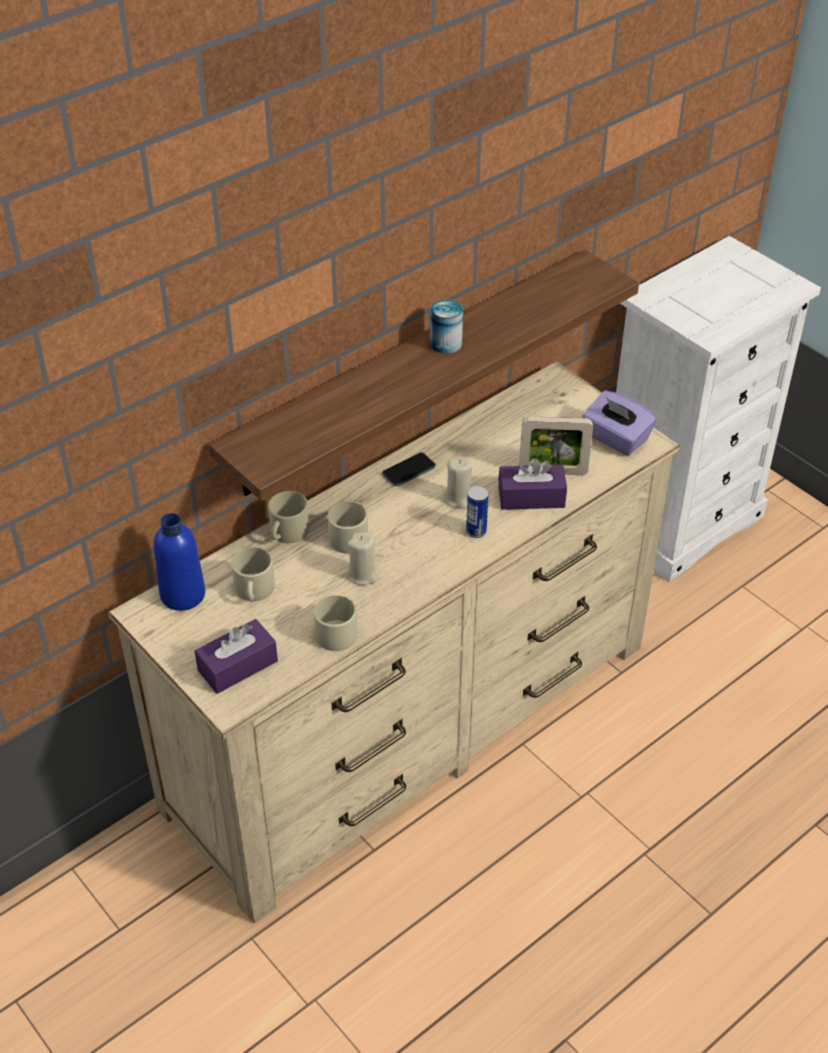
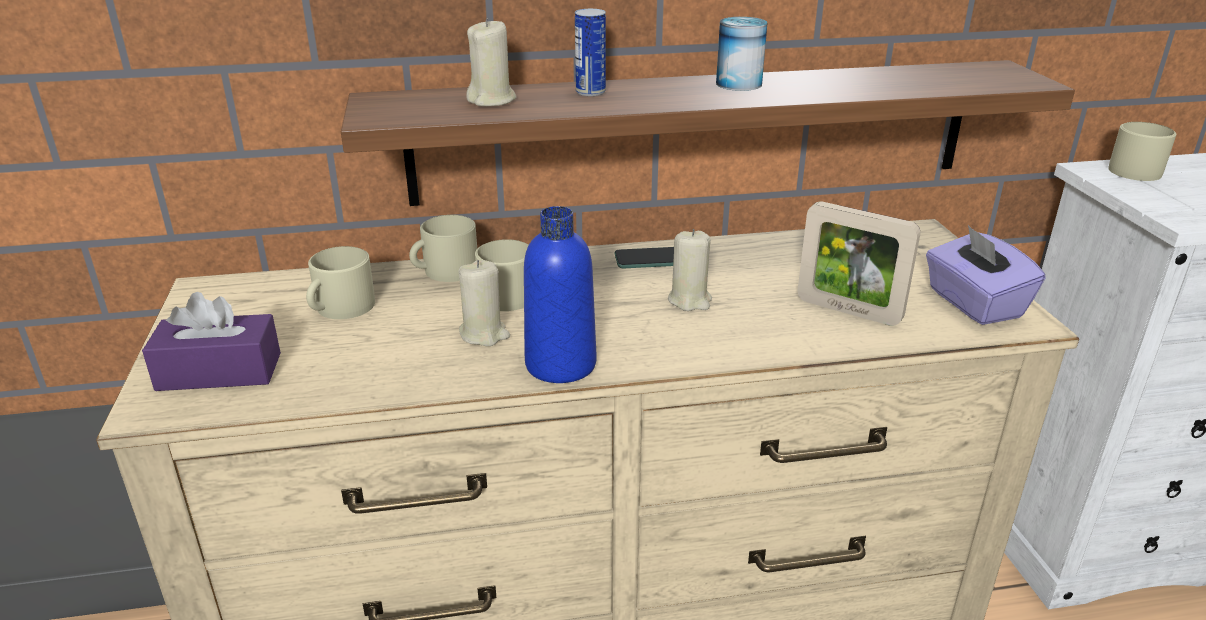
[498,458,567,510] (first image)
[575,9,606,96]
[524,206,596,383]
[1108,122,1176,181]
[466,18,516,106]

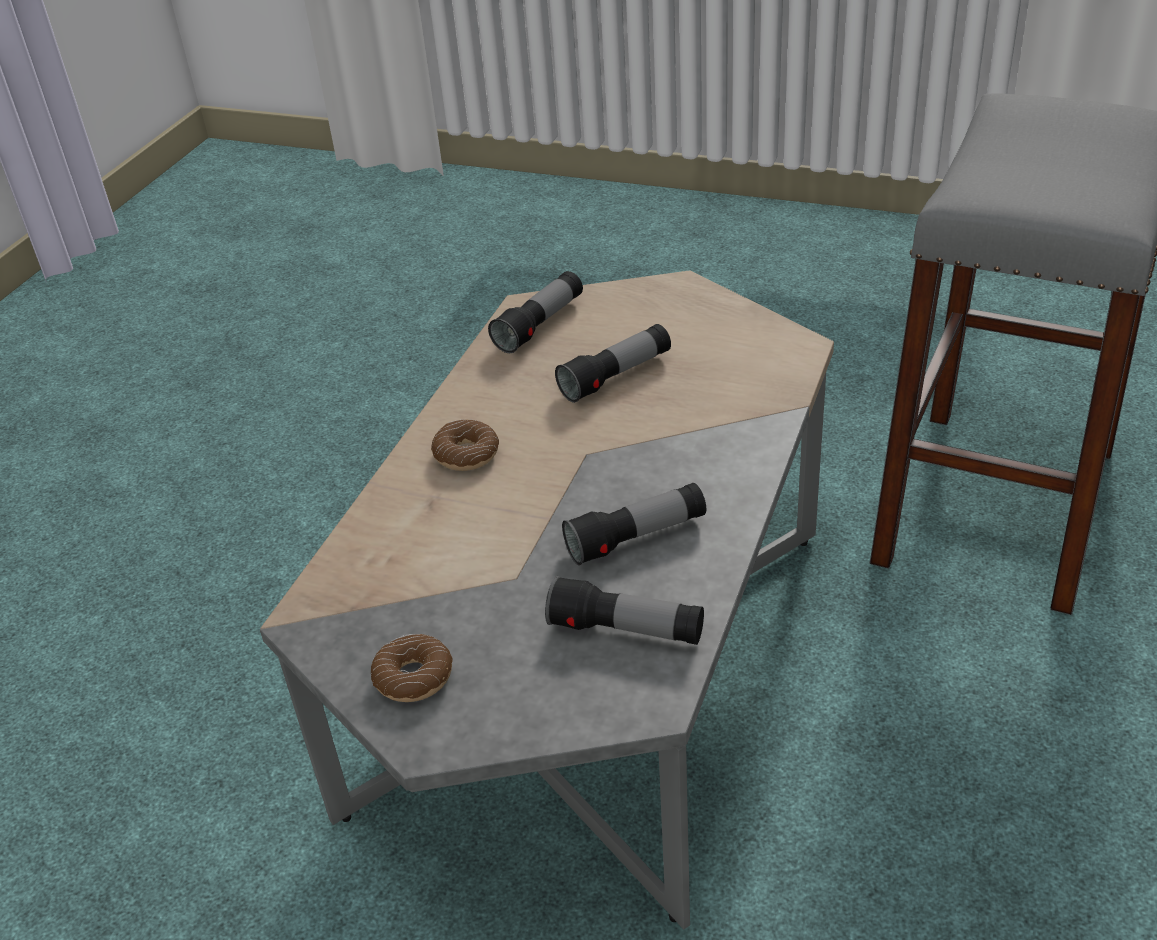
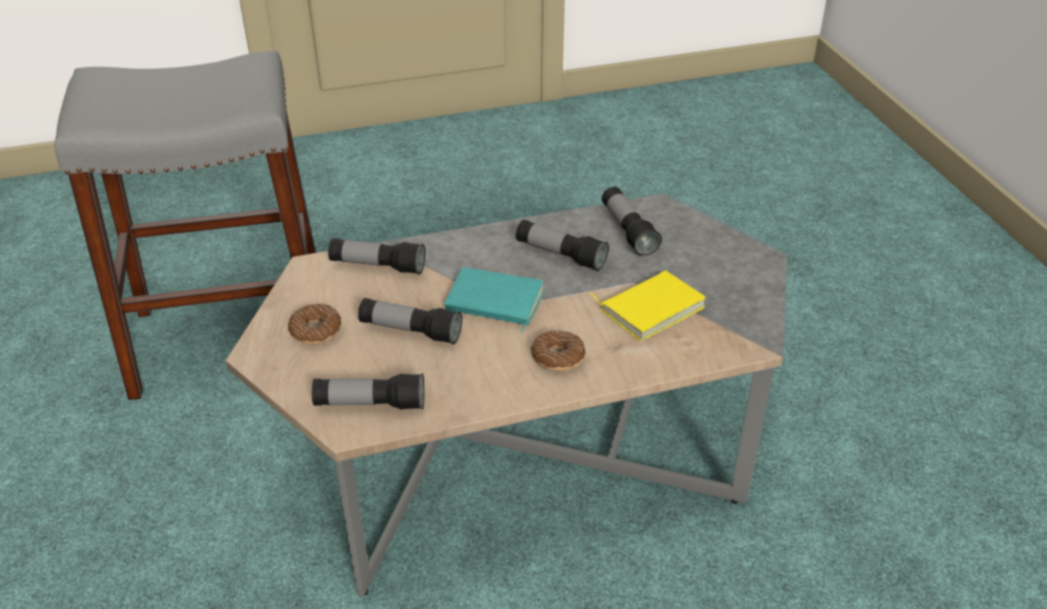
[288,304,341,345]
[328,238,425,275]
[445,267,545,332]
[589,271,706,341]

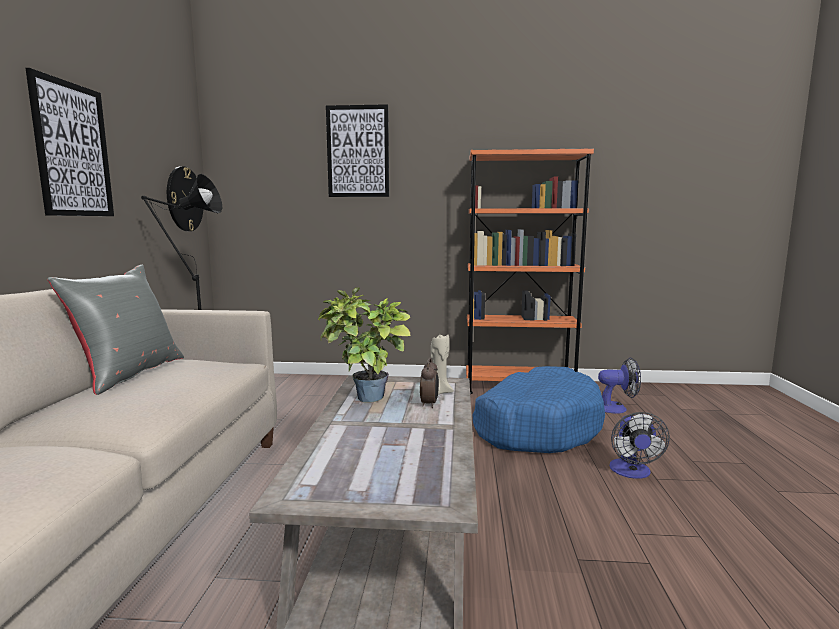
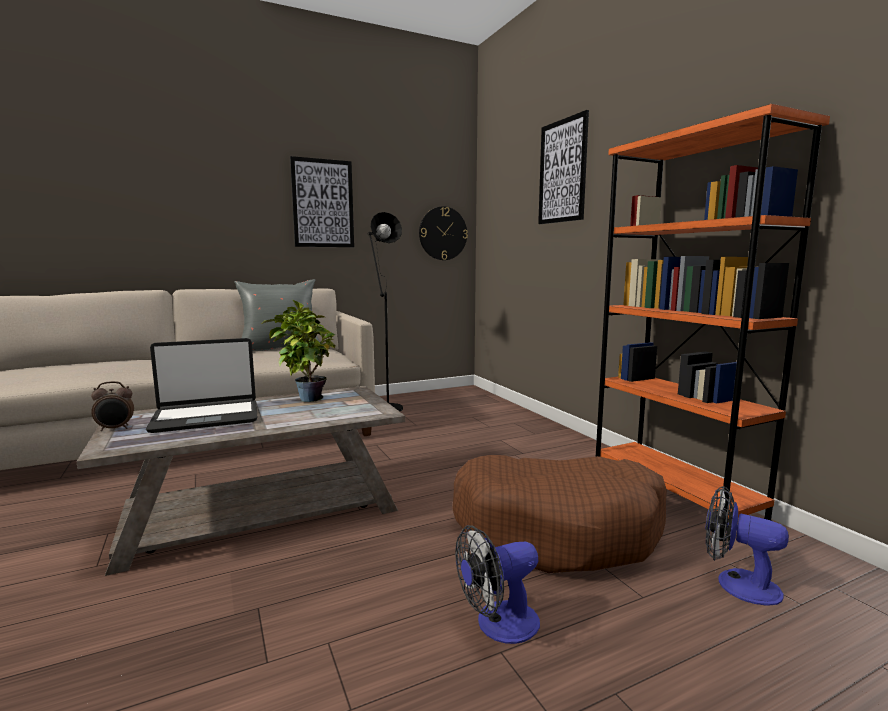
[431,335,454,395] (first image)
[705,486,789,606]
[91,381,134,431]
[453,455,667,573]
[146,338,257,433]

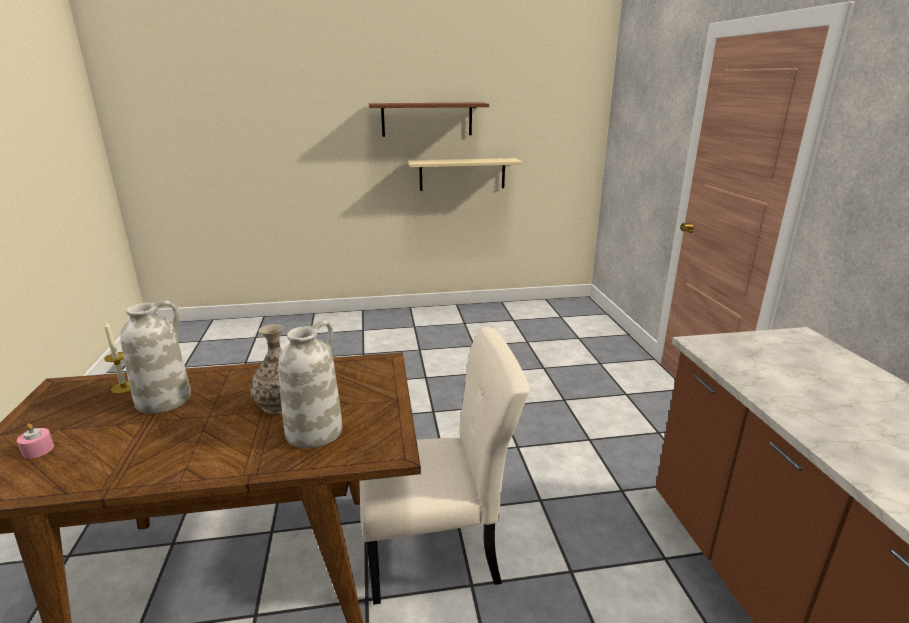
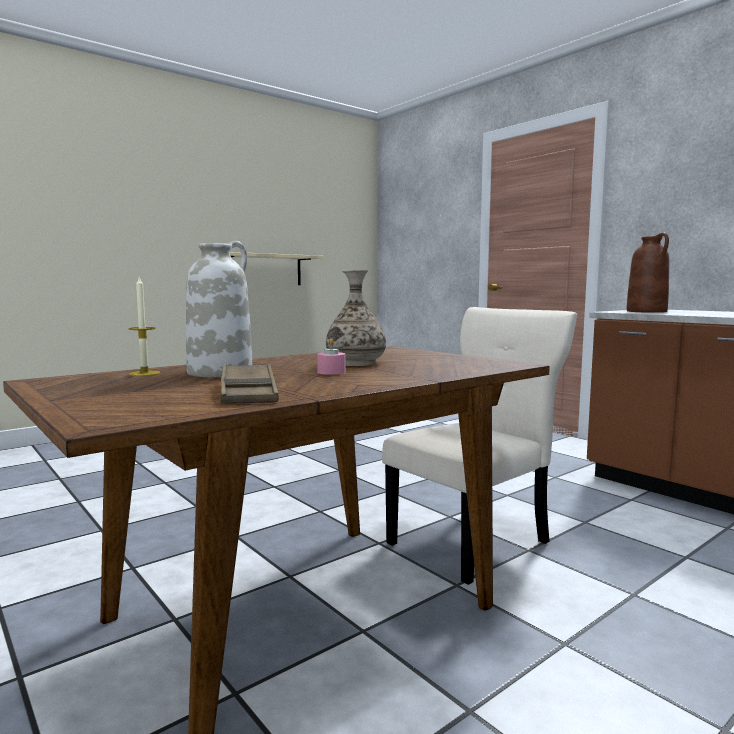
[369,102,489,137] (first image)
[278,320,342,449] (first image)
[317,338,346,375]
[626,232,669,313]
[220,364,279,404]

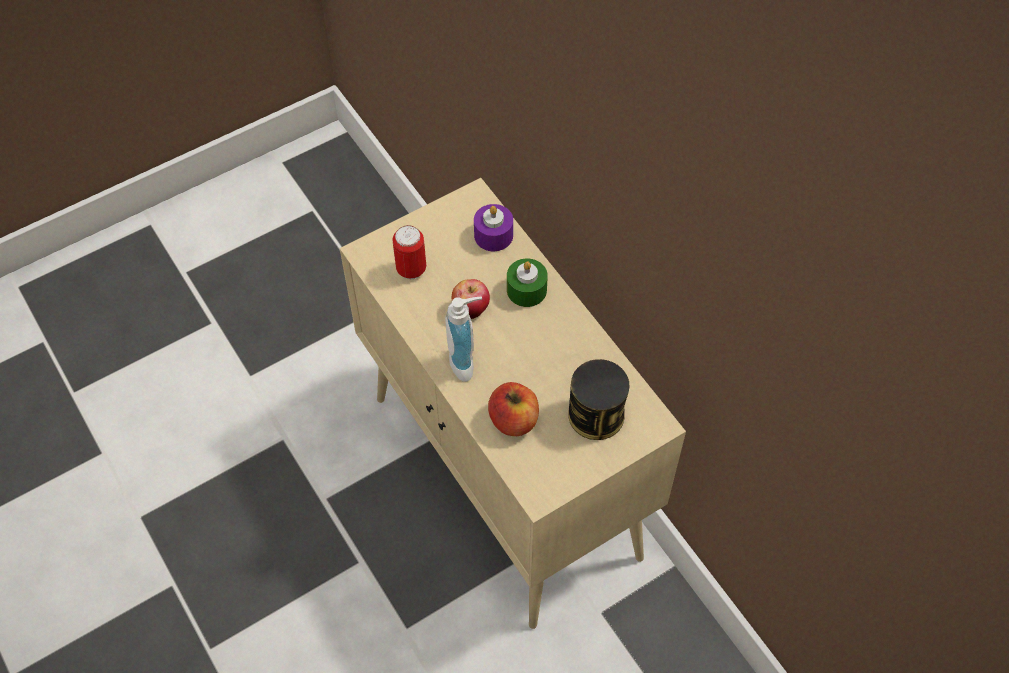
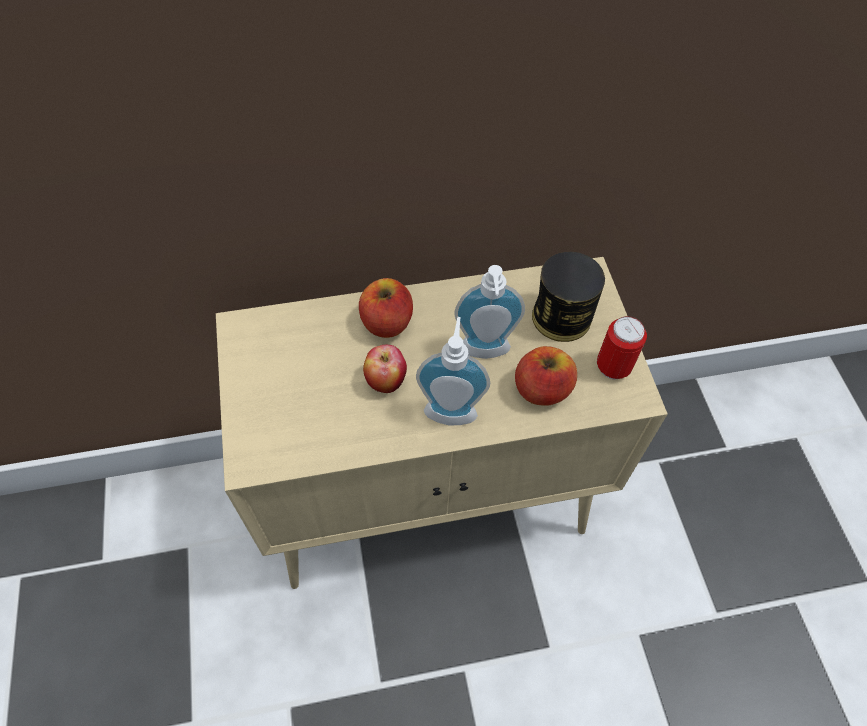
[474,204,513,251] (first image)
[597,316,647,379]
[359,278,413,338]
[454,265,525,359]

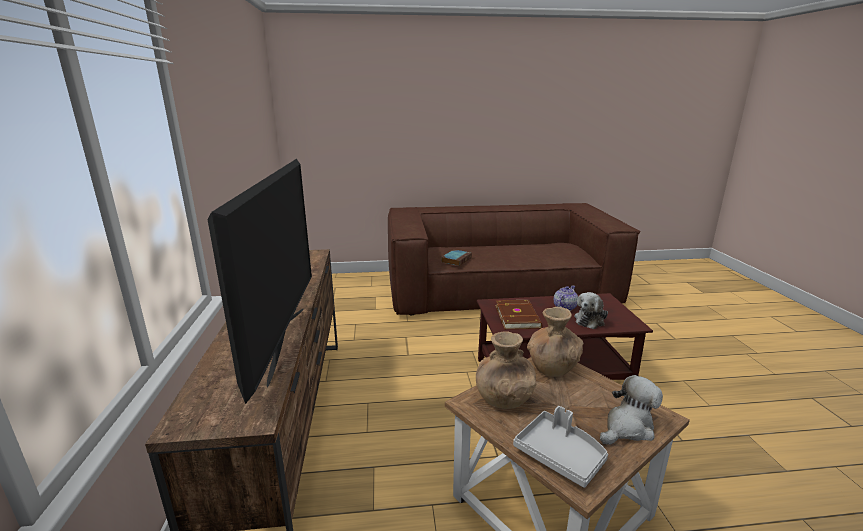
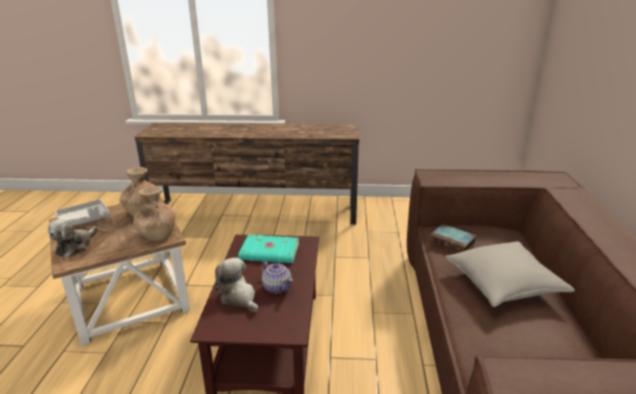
[207,159,312,404] (first image)
[238,235,299,263]
[48,219,98,257]
[446,241,575,307]

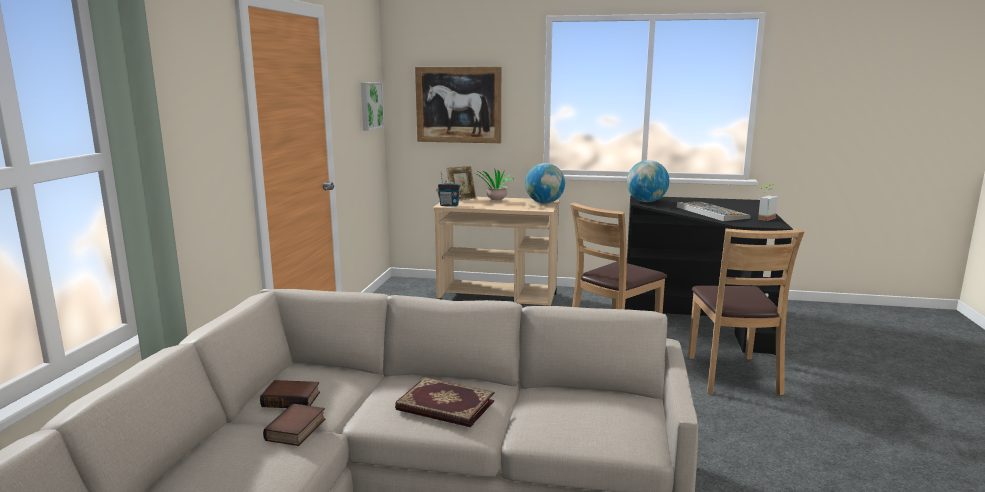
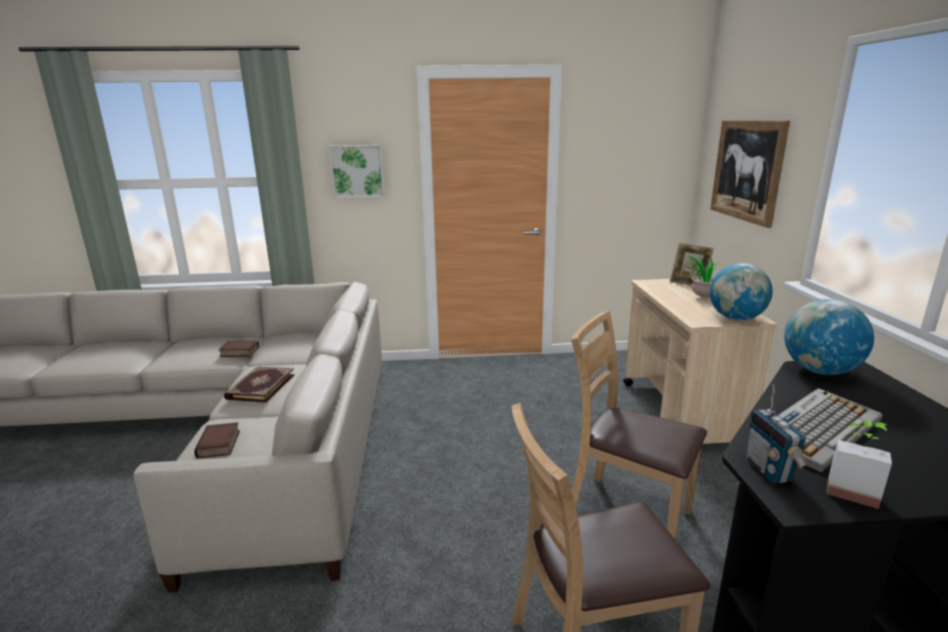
[329,145,385,198]
[746,384,807,483]
[194,422,240,459]

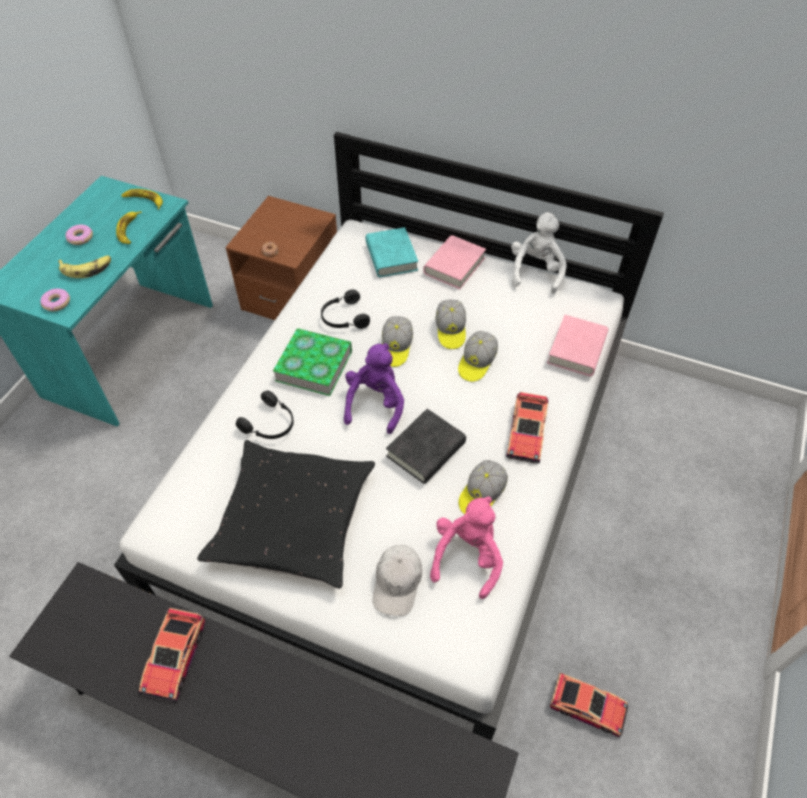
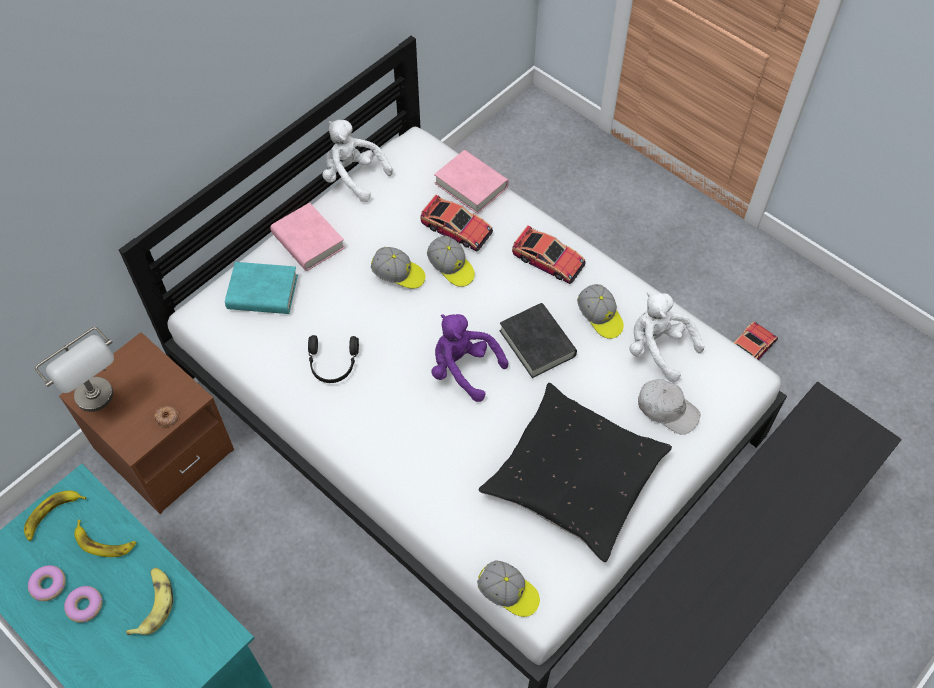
[28,565,66,601]
[477,560,540,617]
[273,328,352,396] (first image)
[235,390,294,439] (first image)
[629,292,704,382]
[420,194,493,252]
[35,327,114,412]

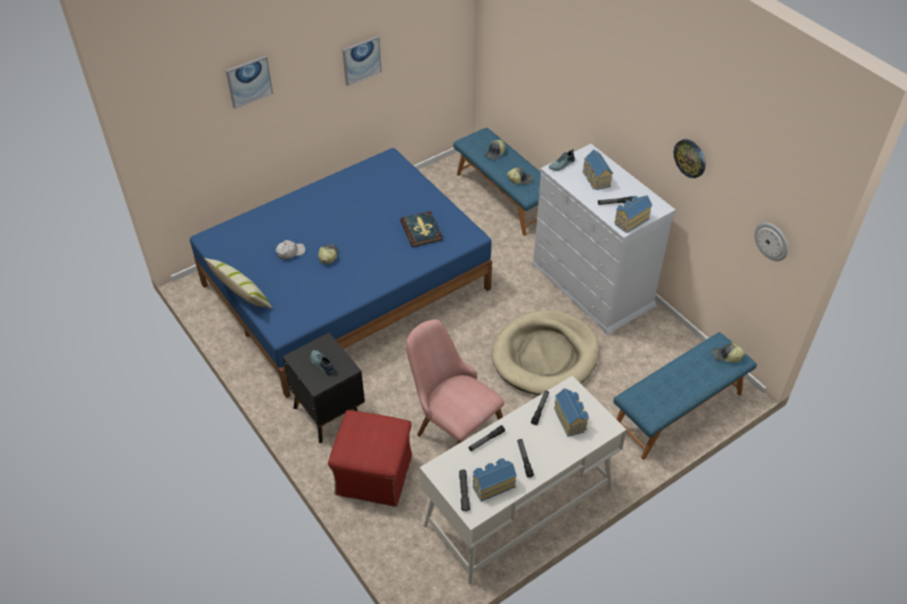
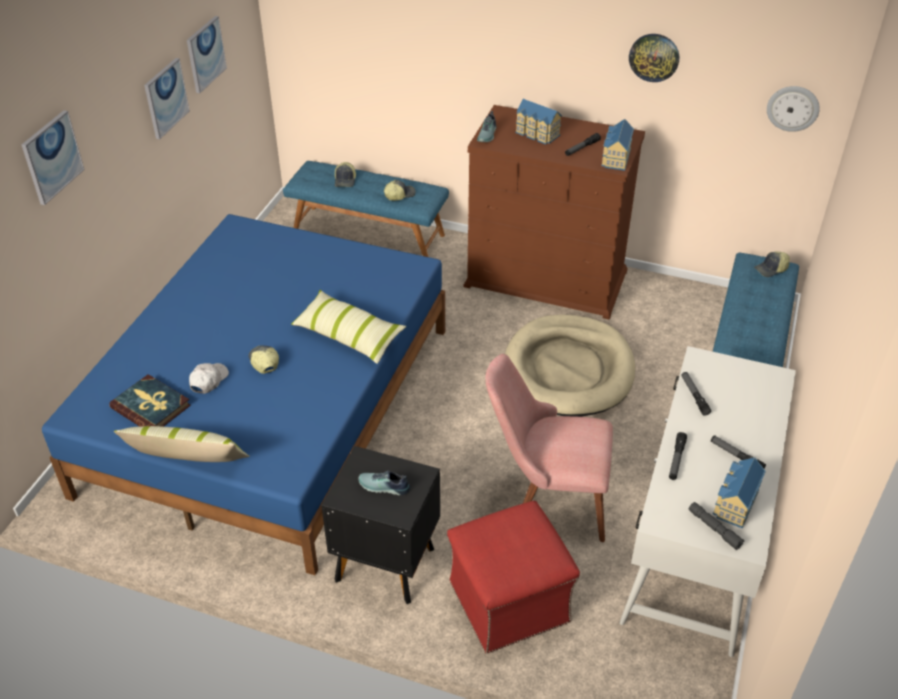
[464,105,645,320]
[109,374,191,427]
[554,388,589,437] (first image)
[187,16,227,93]
[291,290,407,364]

